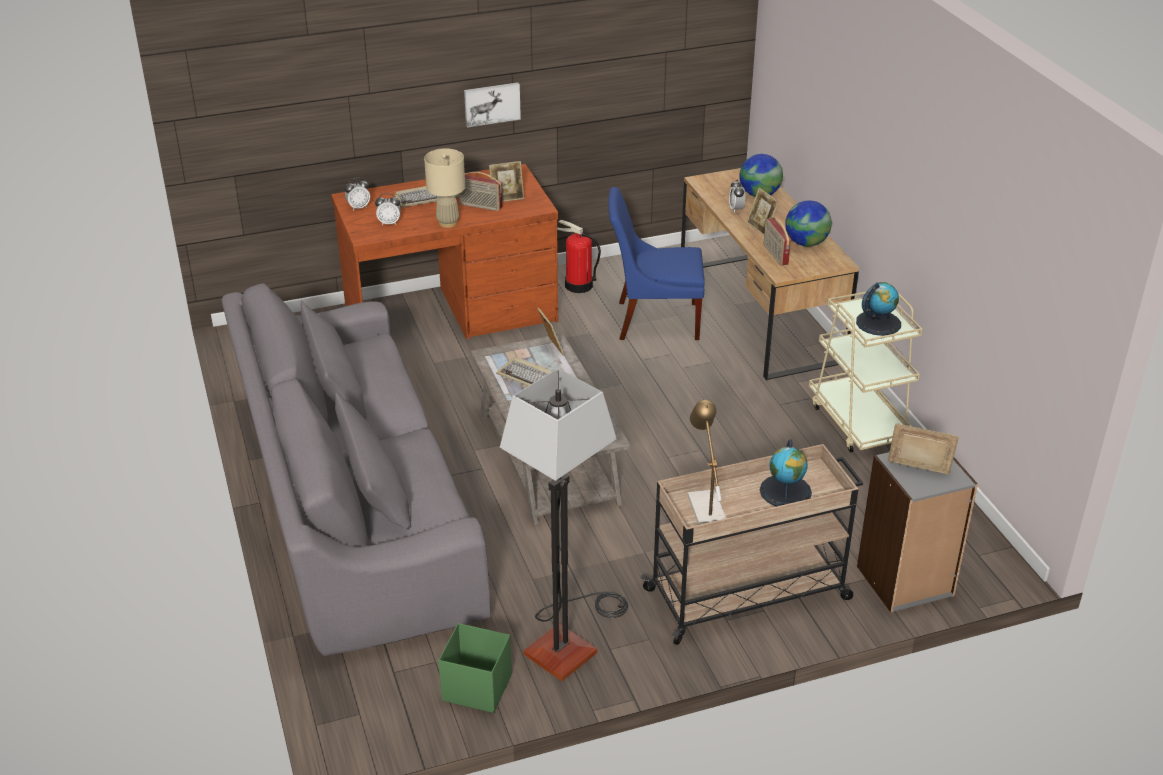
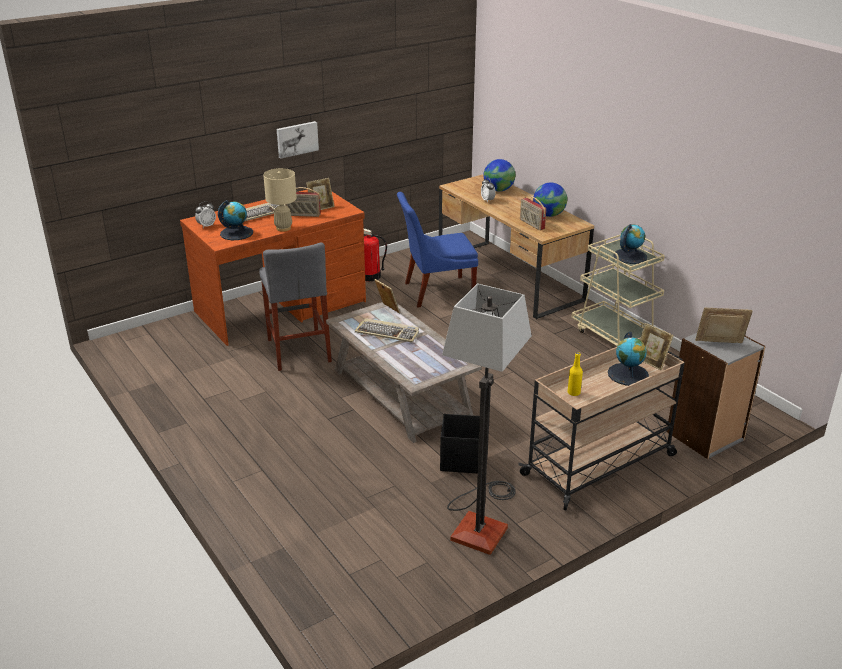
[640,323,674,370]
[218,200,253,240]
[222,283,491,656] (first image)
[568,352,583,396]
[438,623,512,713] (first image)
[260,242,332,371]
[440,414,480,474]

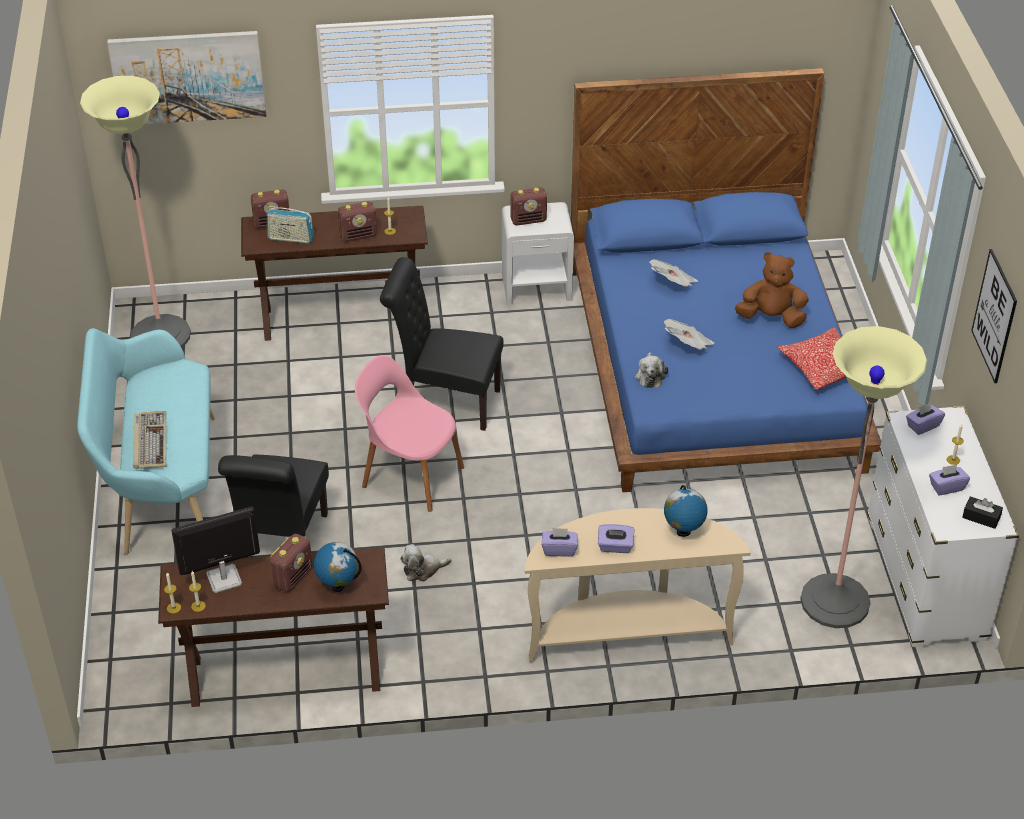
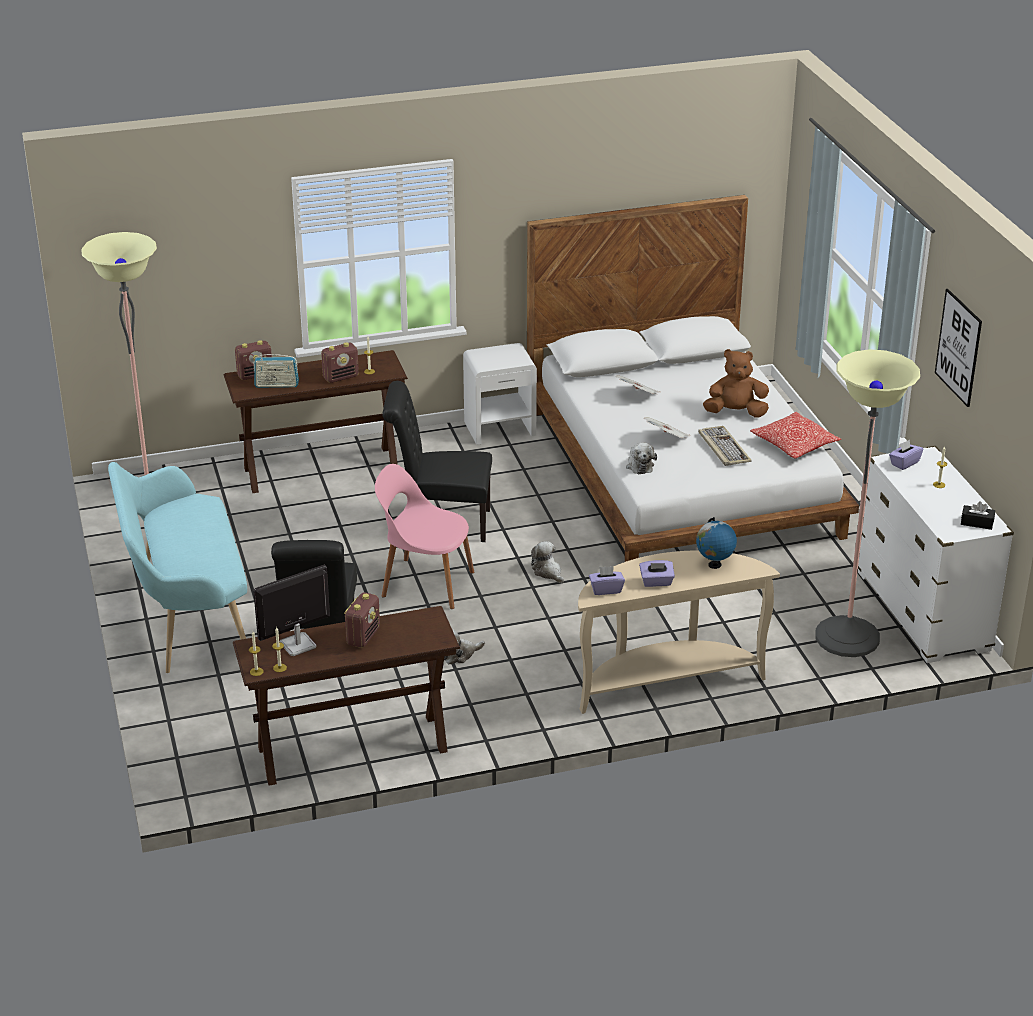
[107,31,266,124] (first image)
[527,195,859,562]
[510,187,547,226] (first image)
[698,426,751,466]
[929,465,970,495] (first image)
[314,542,362,592] (first image)
[531,541,564,583]

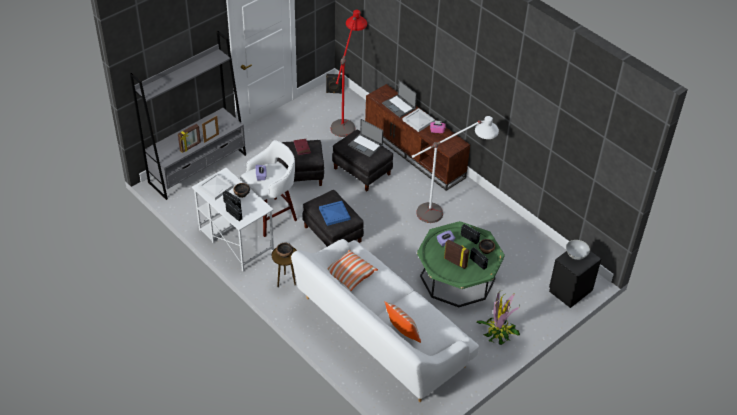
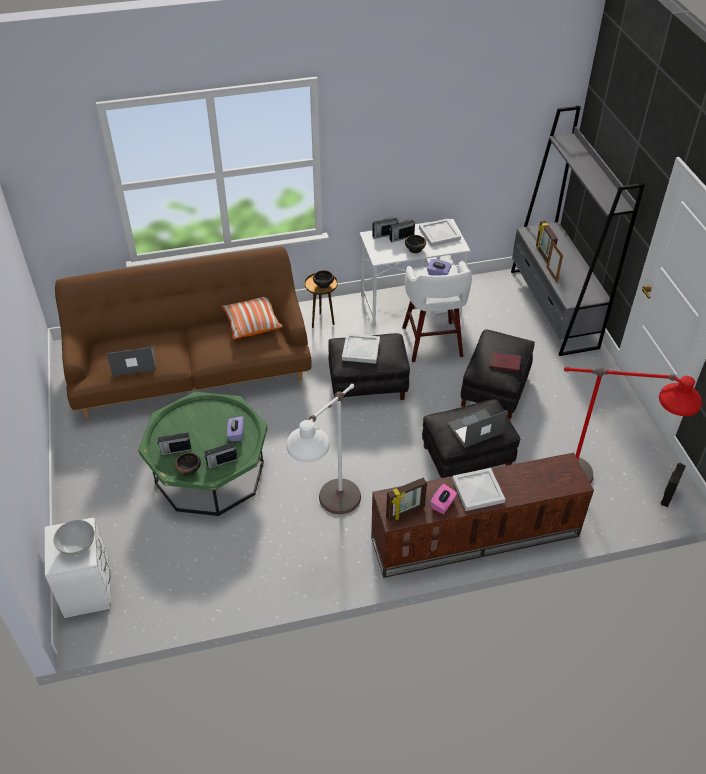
[107,347,156,376]
[342,334,380,364]
[55,247,312,418]
[386,478,427,522]
[45,517,111,618]
[477,291,520,345] (first image)
[384,301,421,343] (first image)

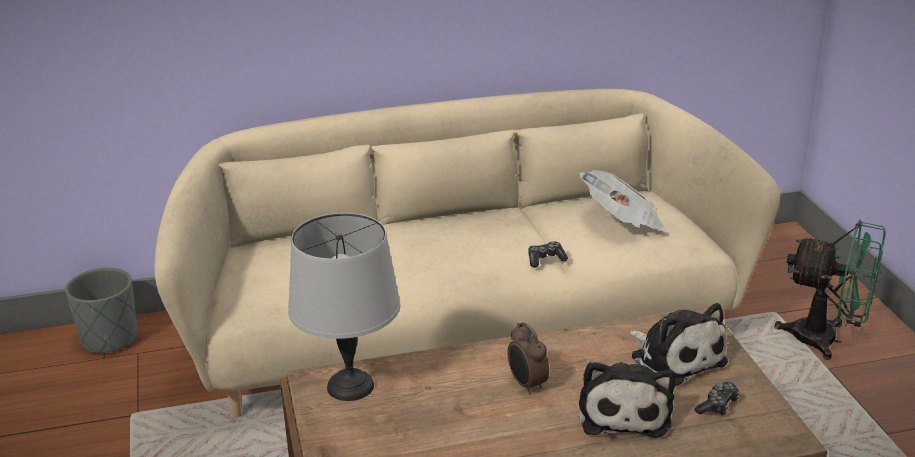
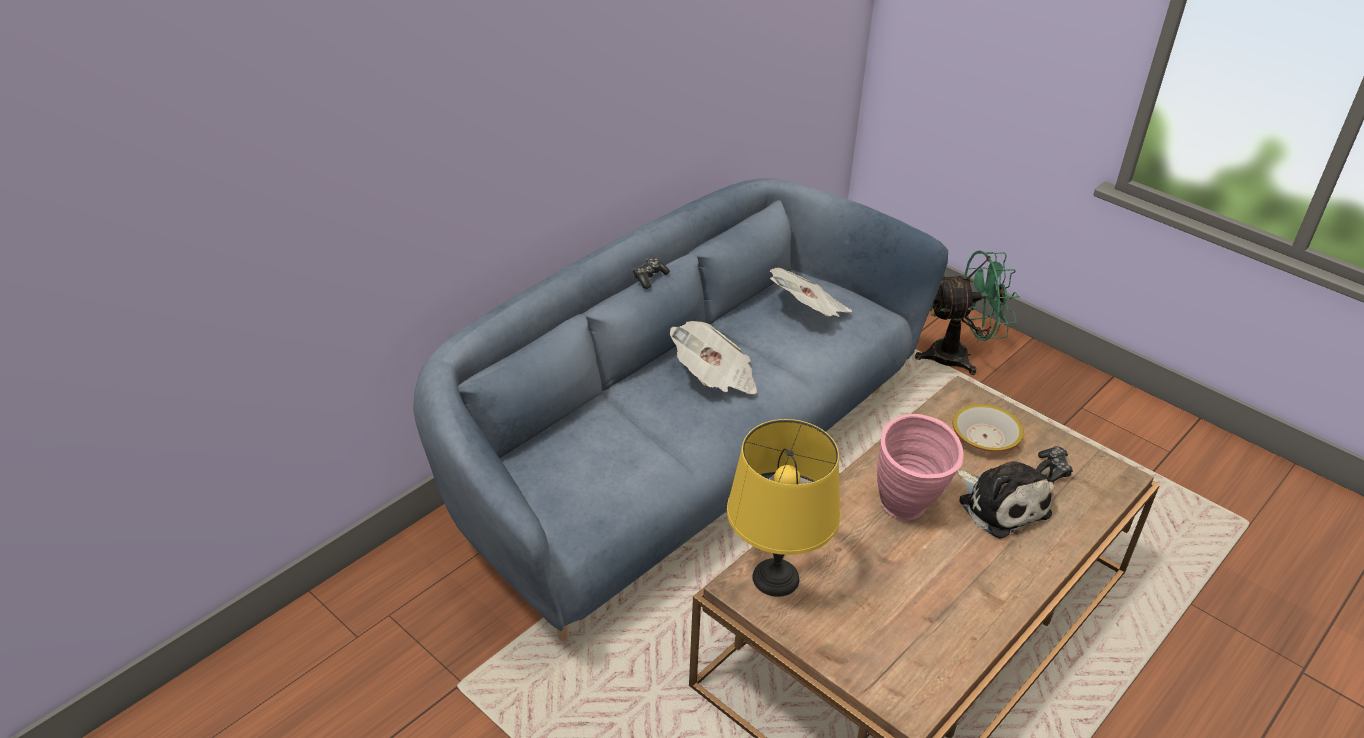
[413,178,948,641]
[727,419,840,597]
[633,258,670,289]
[65,268,138,354] (first image)
[952,404,1024,452]
[877,414,964,520]
[670,321,757,394]

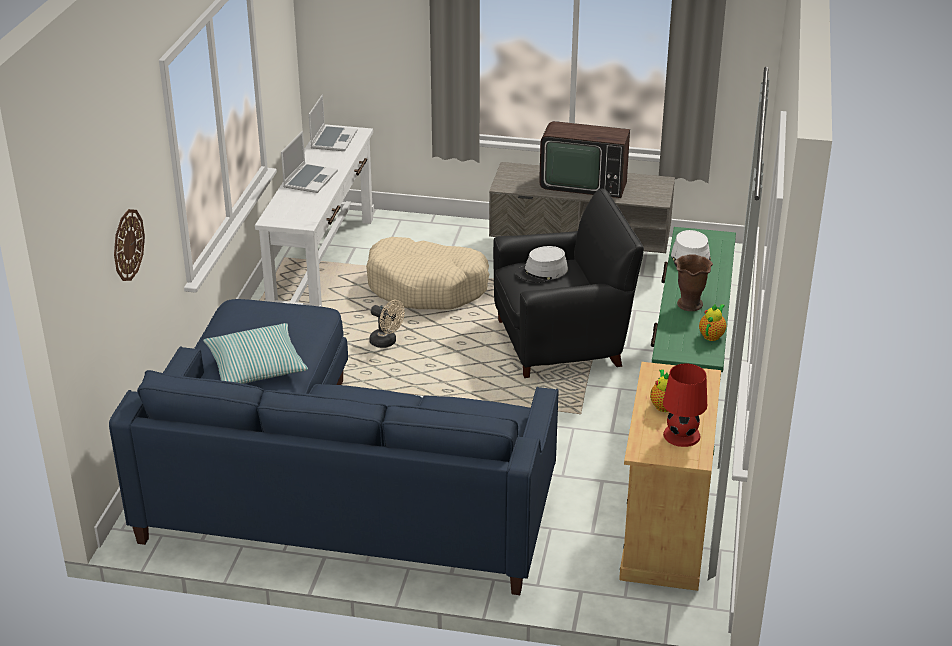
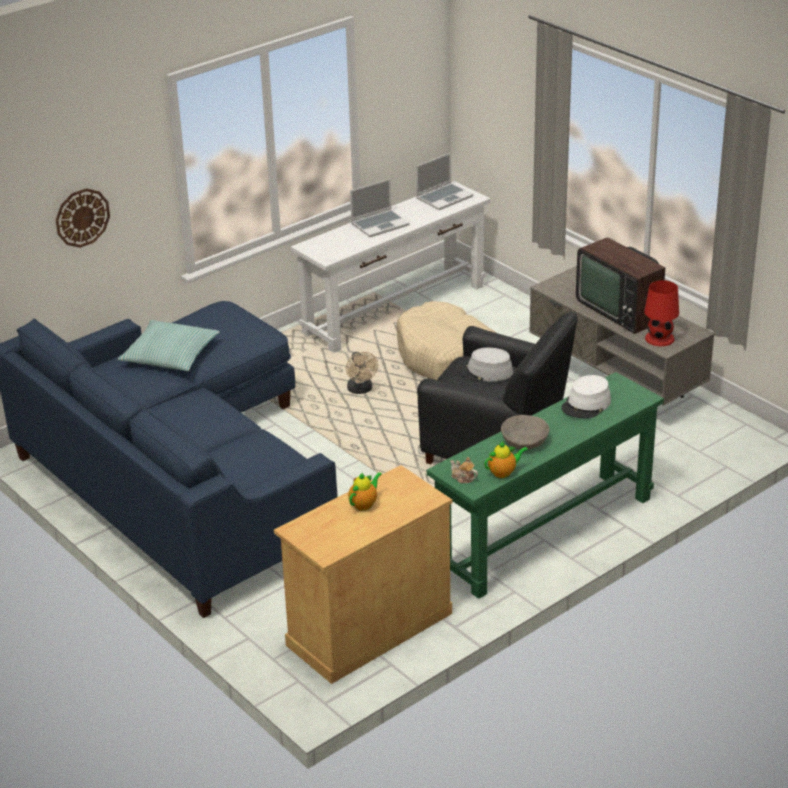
[501,415,549,450]
[644,280,679,346]
[450,457,478,483]

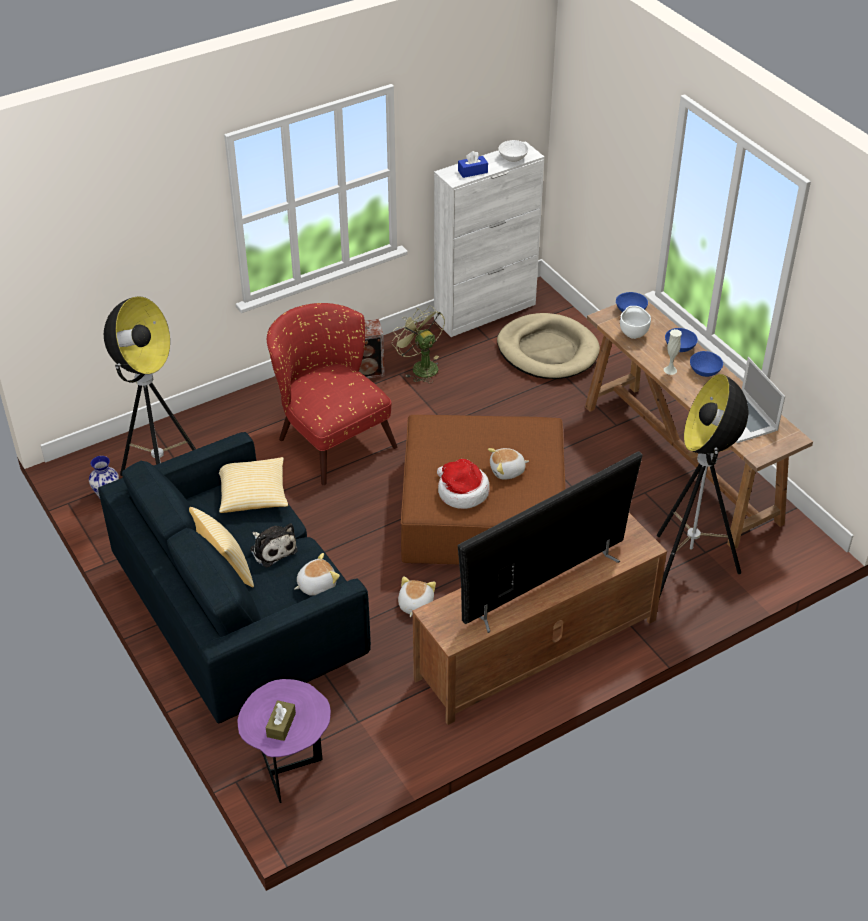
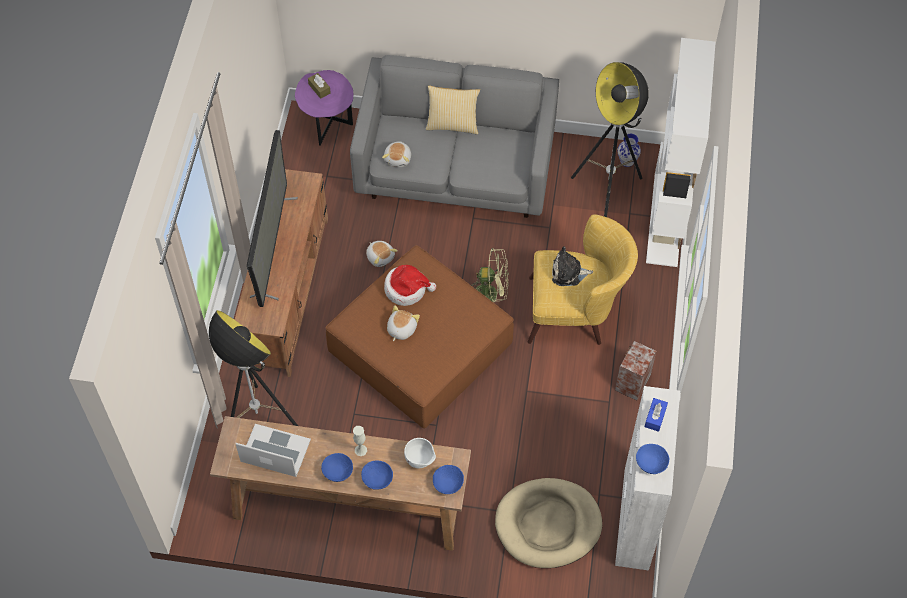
[636,444,669,474]
[528,214,638,345]
[471,248,509,302]
[350,55,559,218]
[219,457,288,513] (first image)
[552,246,593,286]
[646,38,716,267]

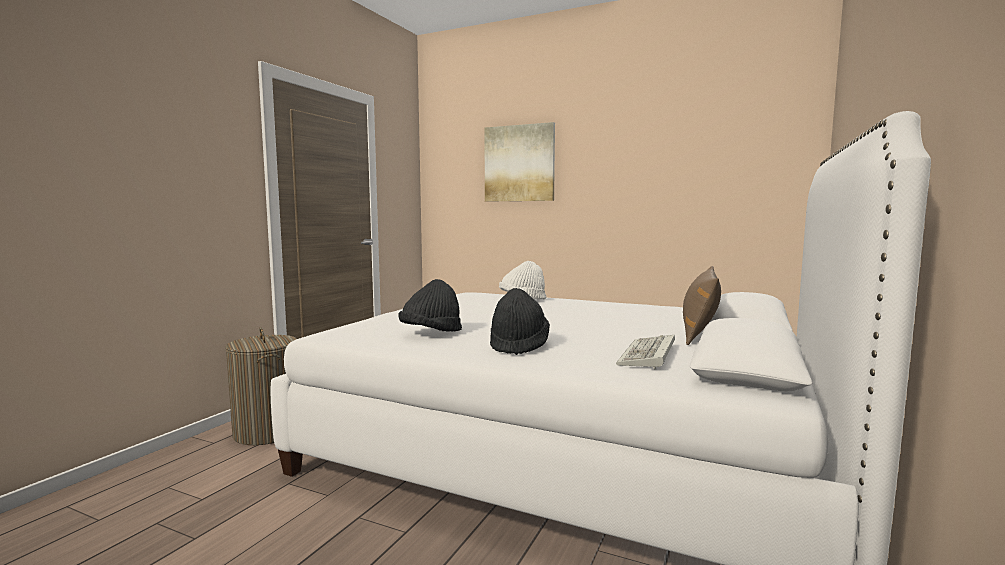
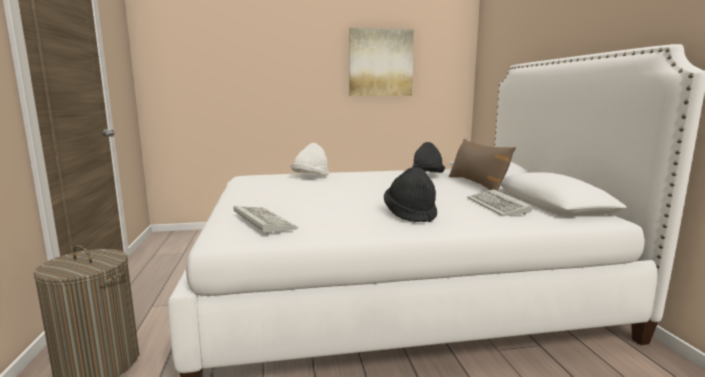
[349,28,414,96]
[412,142,445,173]
[233,206,298,234]

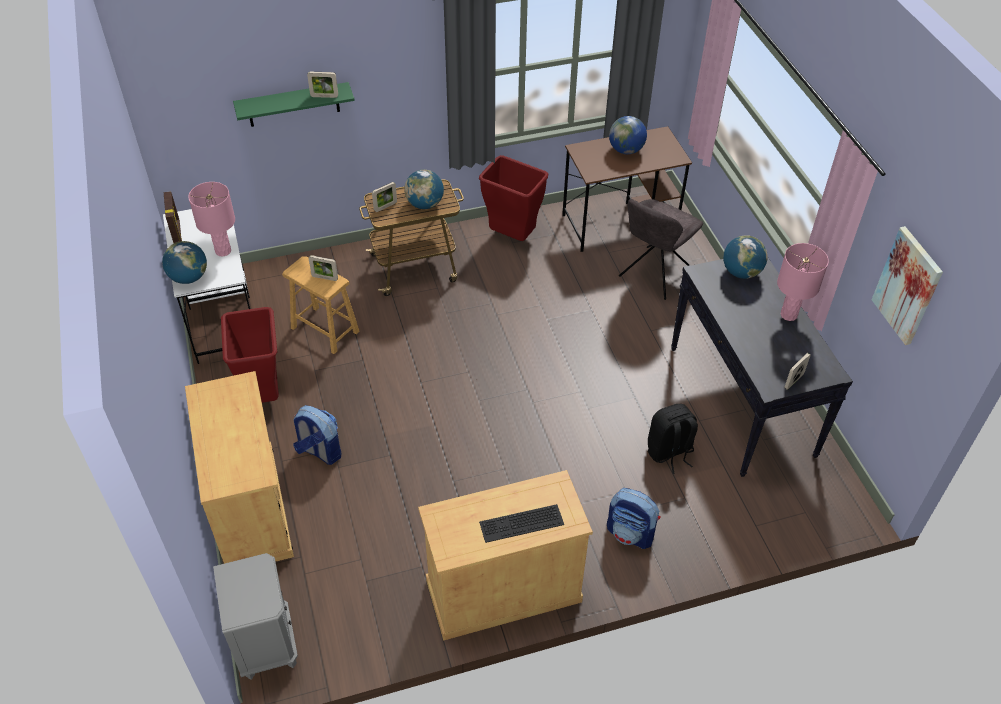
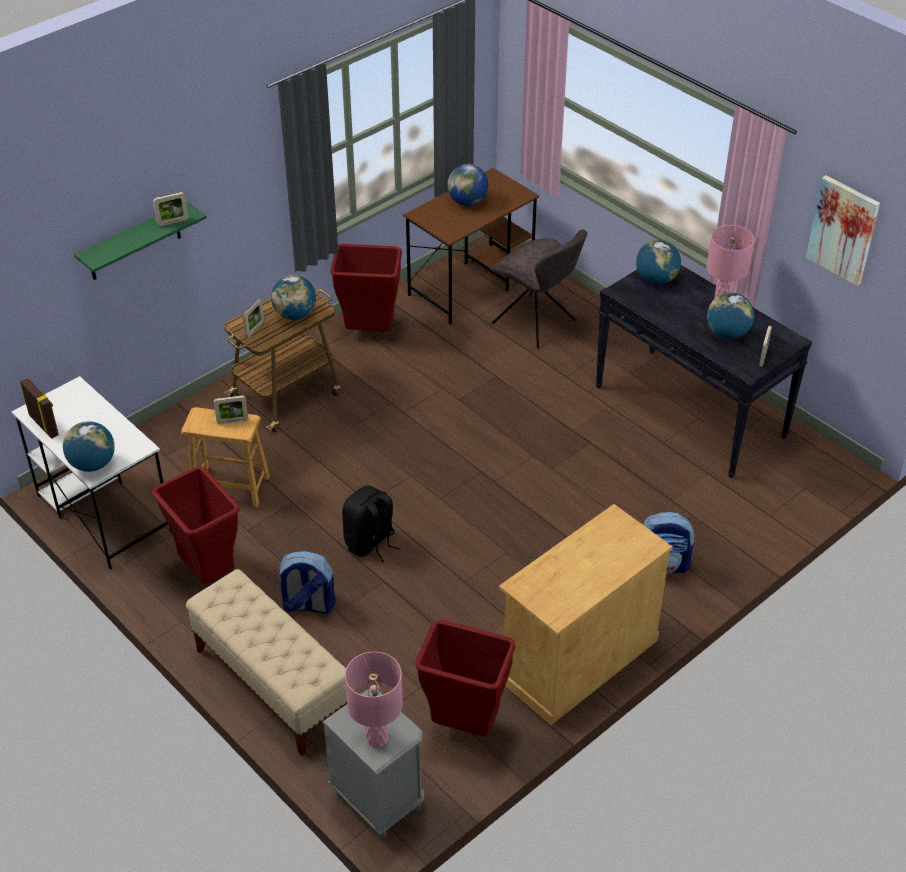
[345,652,403,748]
[491,229,587,349]
[186,569,347,756]
[342,485,400,562]
[479,504,564,543] (first image)
[707,293,754,339]
[416,620,515,736]

